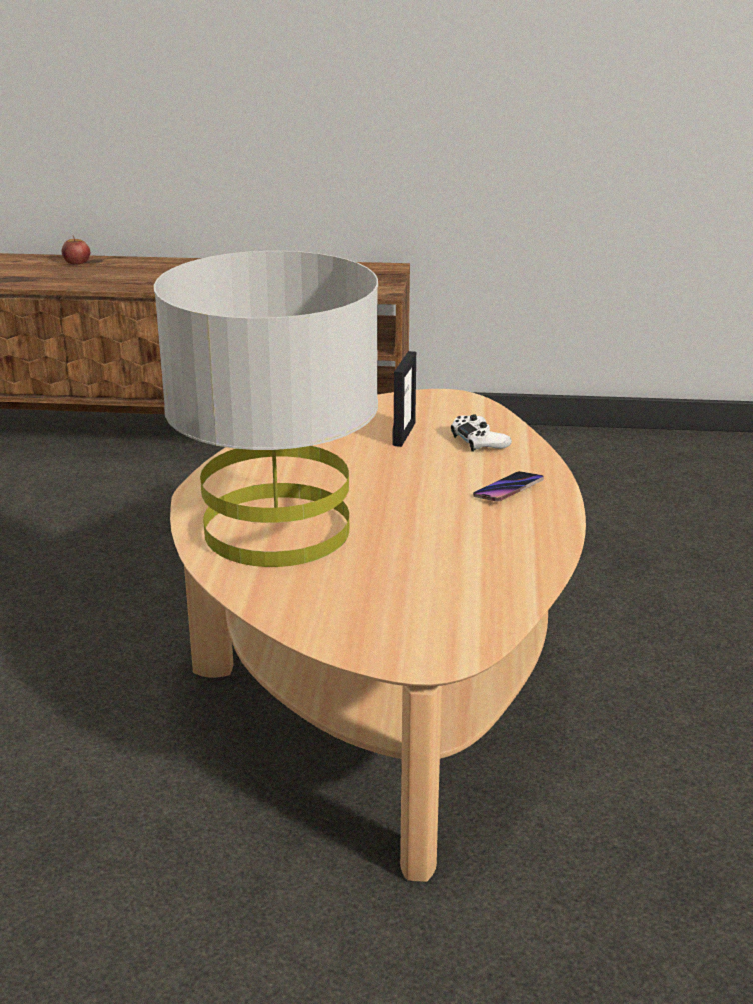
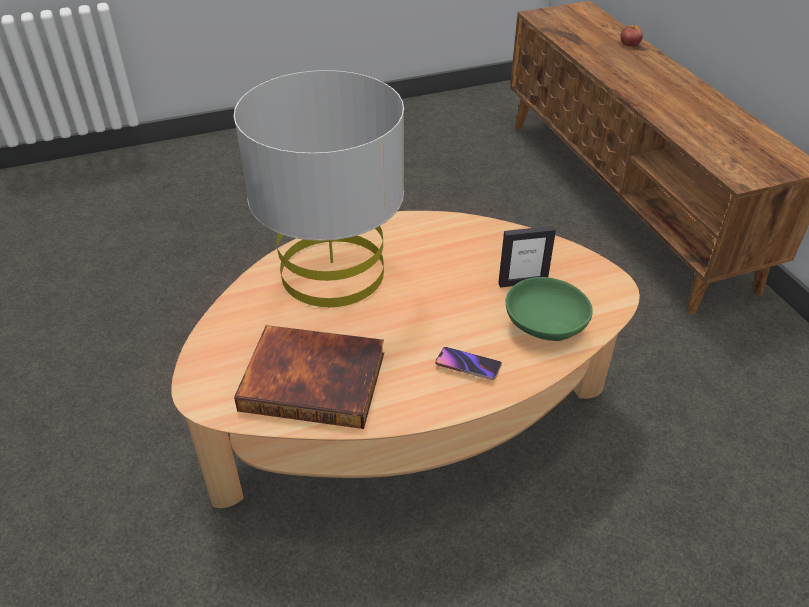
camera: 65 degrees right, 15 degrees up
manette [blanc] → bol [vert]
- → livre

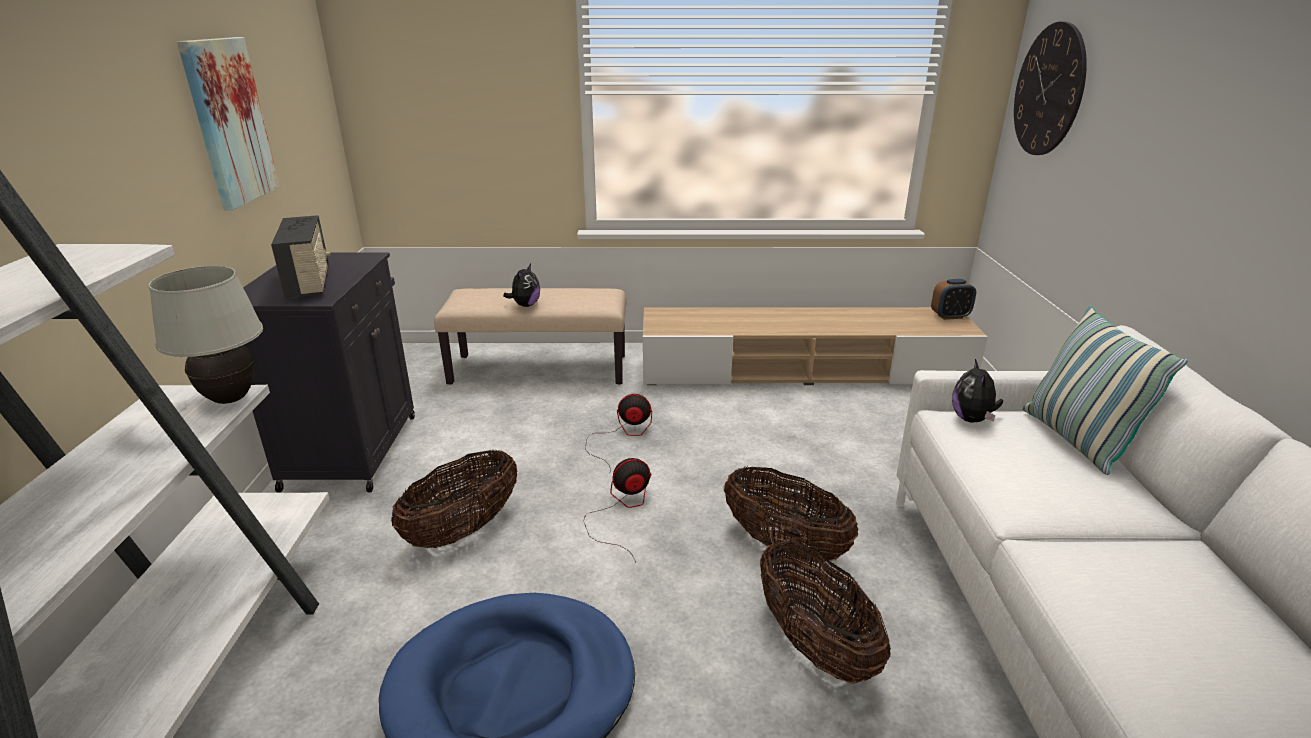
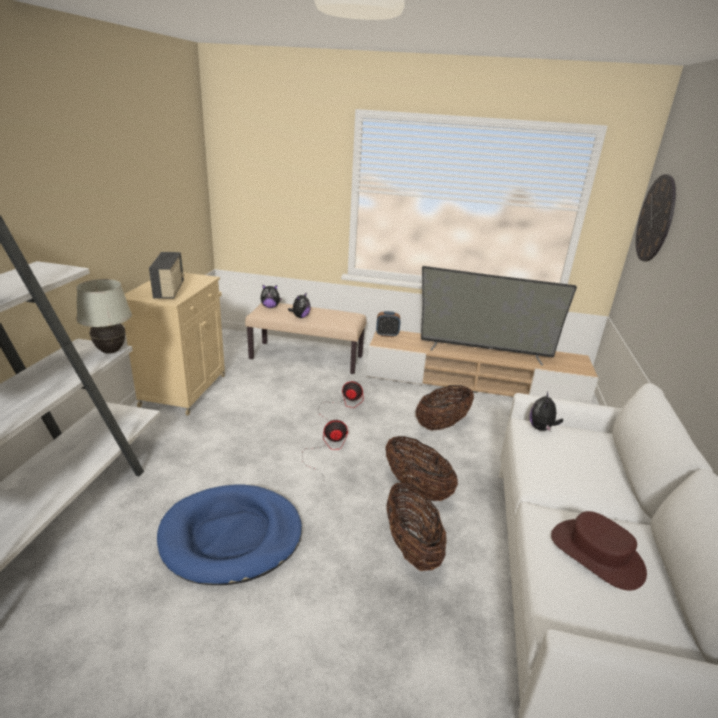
camera: 10 degrees right, 0 degrees up
tableau → -
meuble de rangement [noir] → meuble de rangement [beige]
réveil, move
coussin → -
panier (1st from left in the first image) → panier (3rd from left), move
- → téléviseur
- → peluche (1st from left)
- → chapeau [marron]

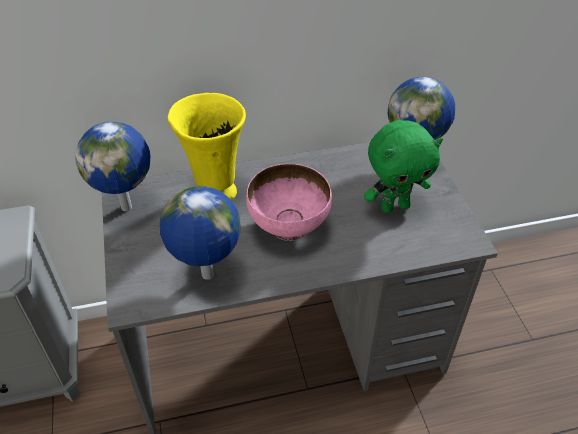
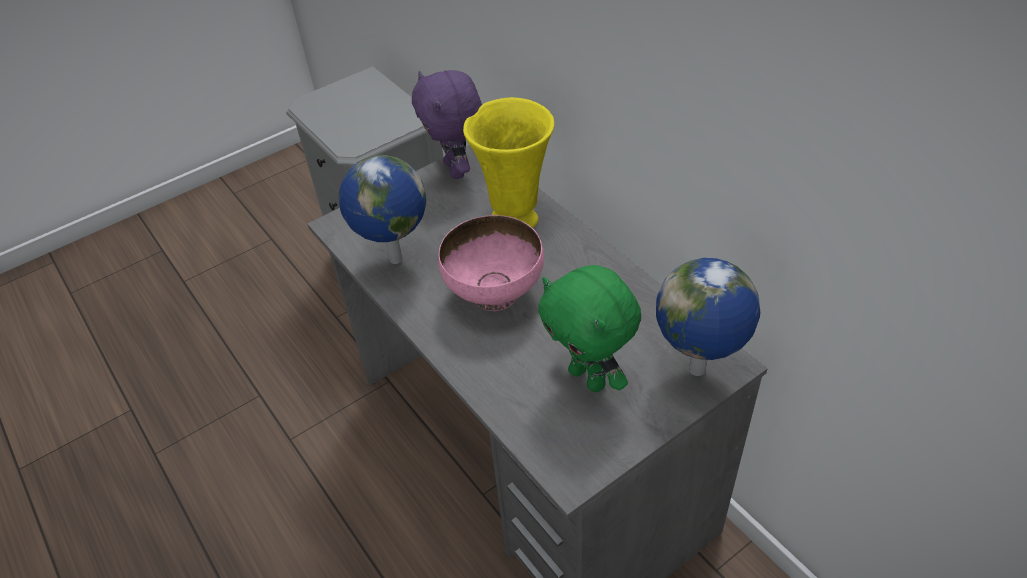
camera: 70 degrees right, 0 degrees up
globe (1st from left) → peluche [violet]

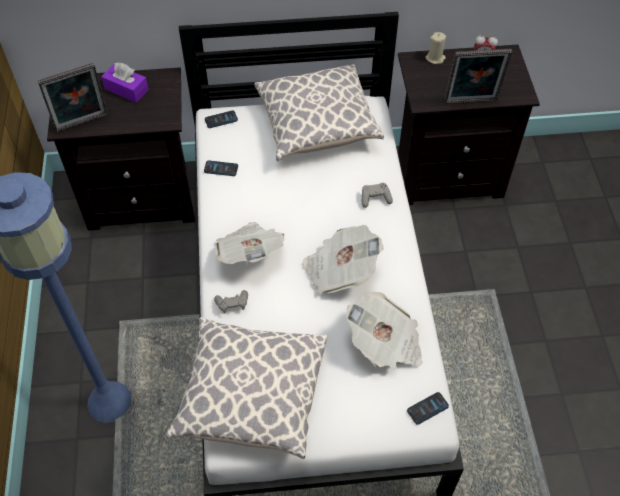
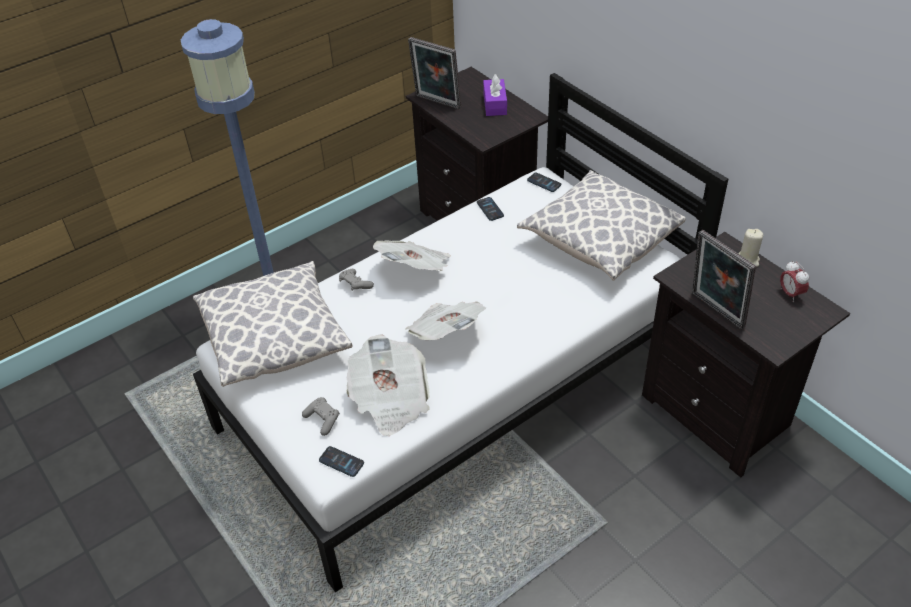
camera: 60 degrees right, 10 degrees down
manette [gris] (2nd from left in the first image) → manette [gris] (1st from left), move

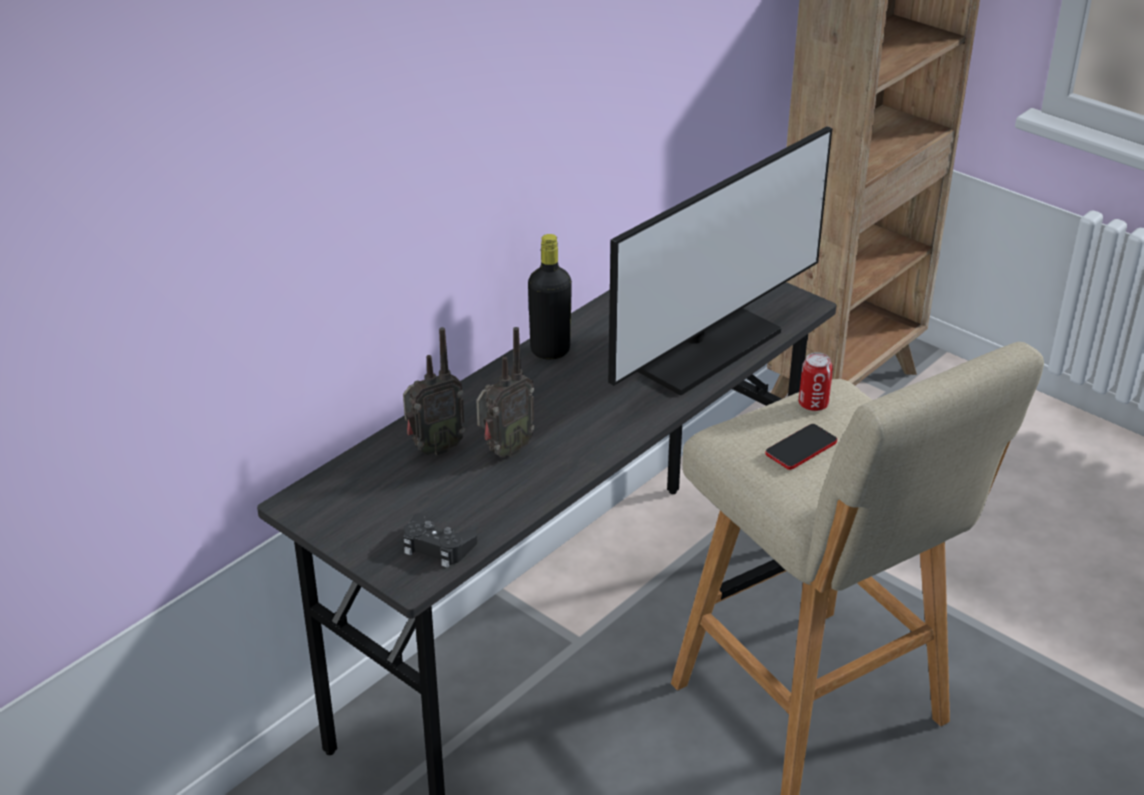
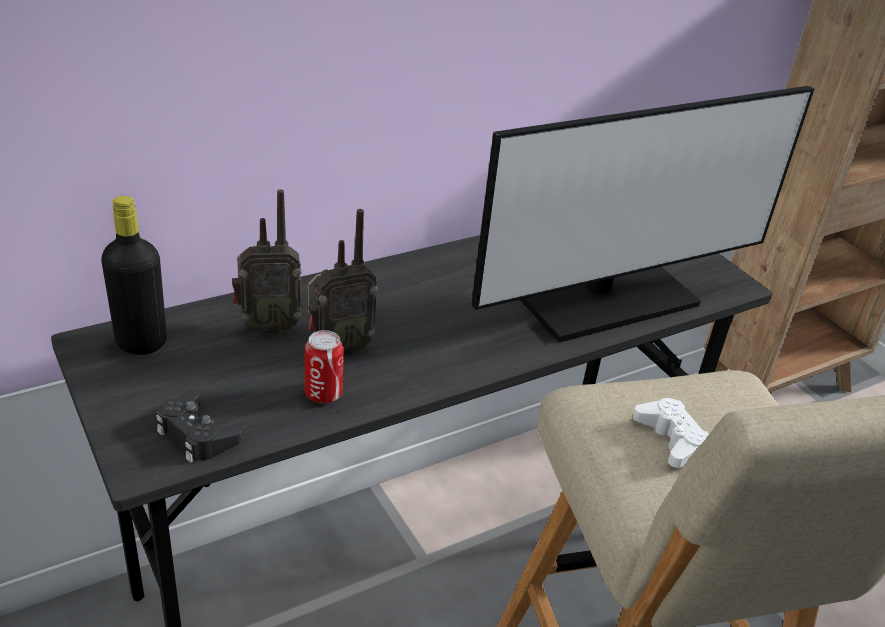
camera: 15 degrees right, 0 degrees up
bouteille [noir], move
boîte métallique, move
téléphone → manette [blanc]

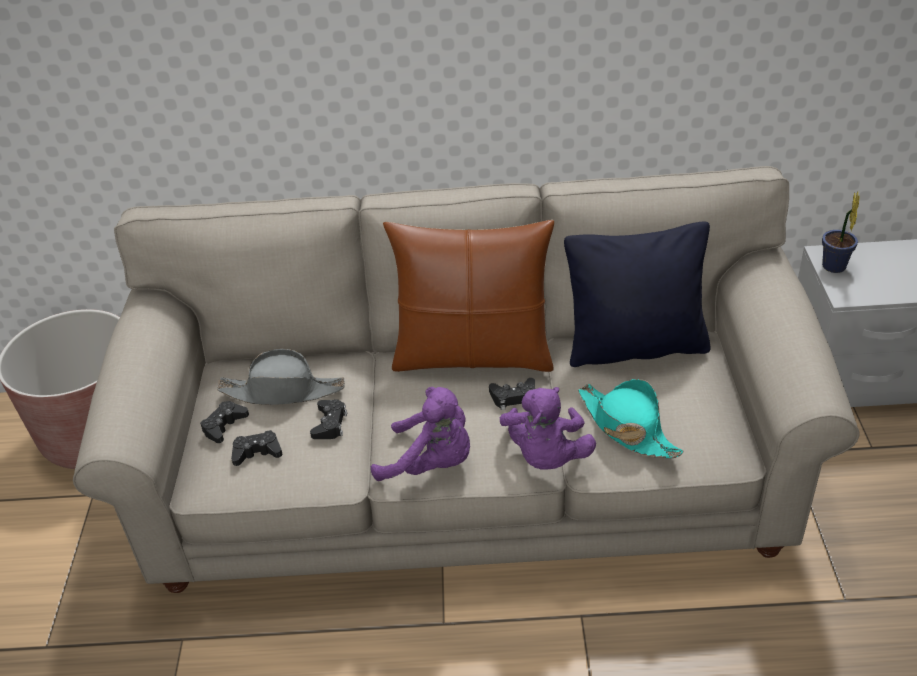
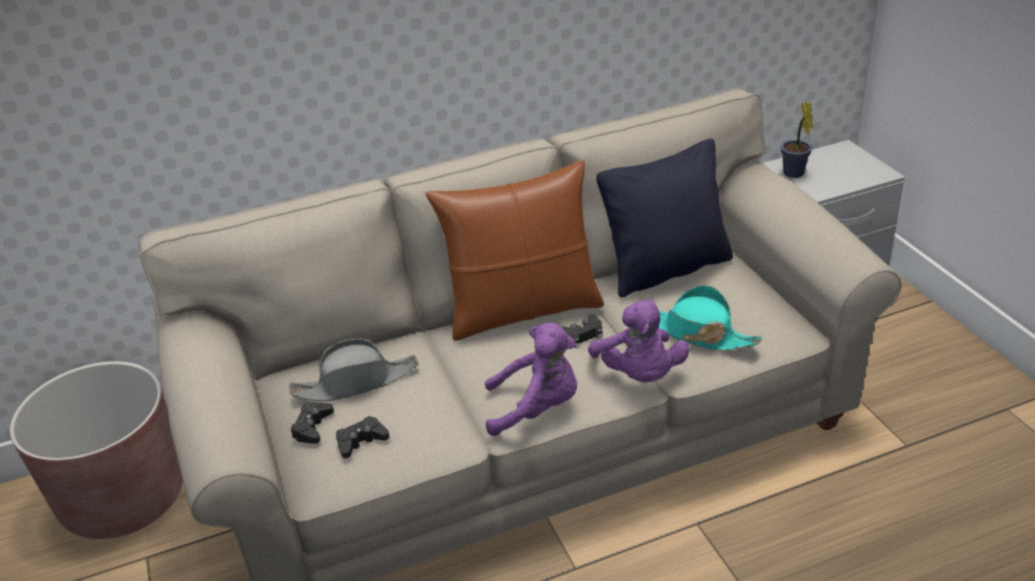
camera: 20 degrees left, 5 degrees down
manette [noir] (3rd from left) → -

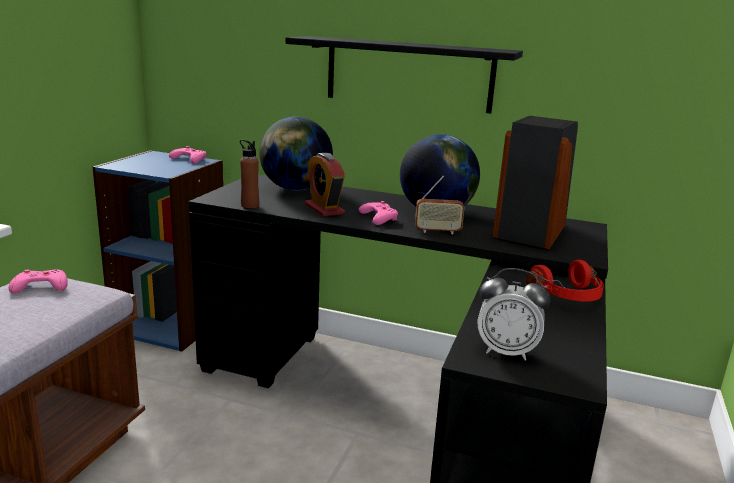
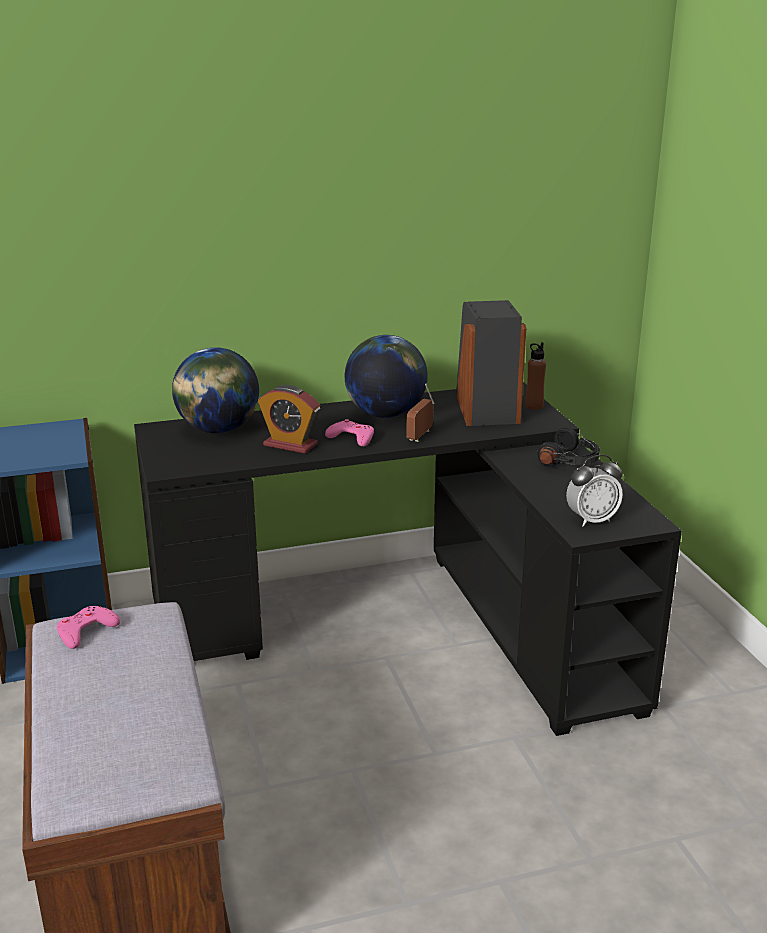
camera: 35 degrees left, 5 degrees up
étagère [noir] → -
bouteille [marron], move
manette [rose] (2nd from left) → -
radio, 150 degrees clockwise
casque audio [rouge] → casque audio [noir]

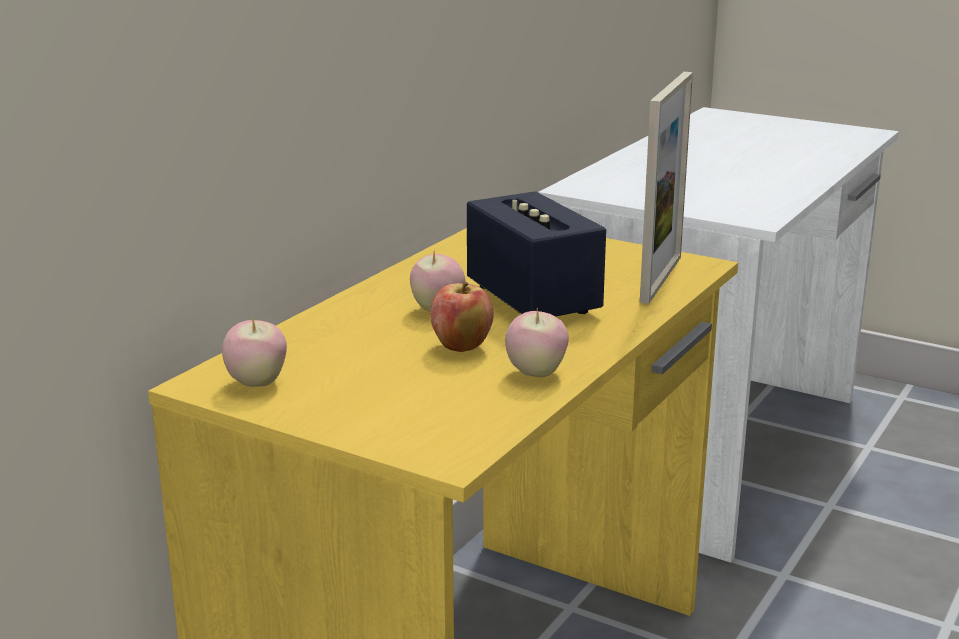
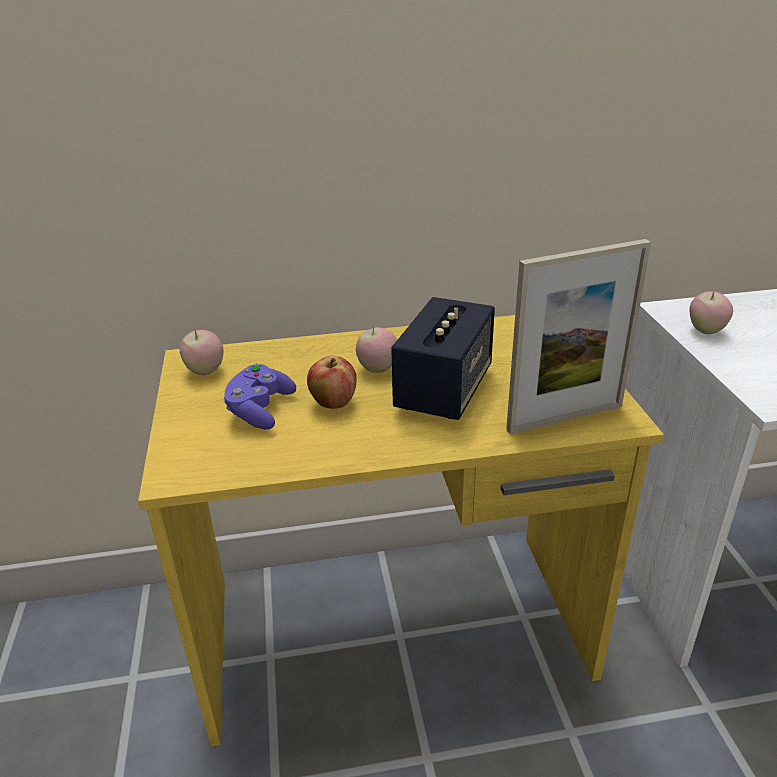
camera: 50 degrees right, 10 degrees up
pomme (4th from left), move
- → manette [violet]

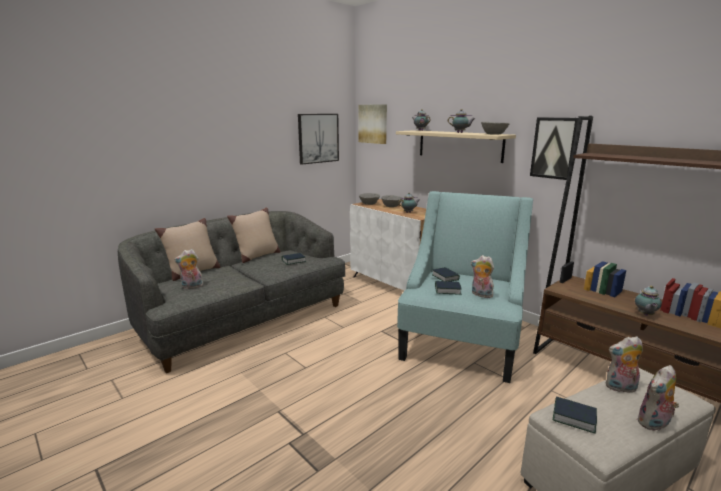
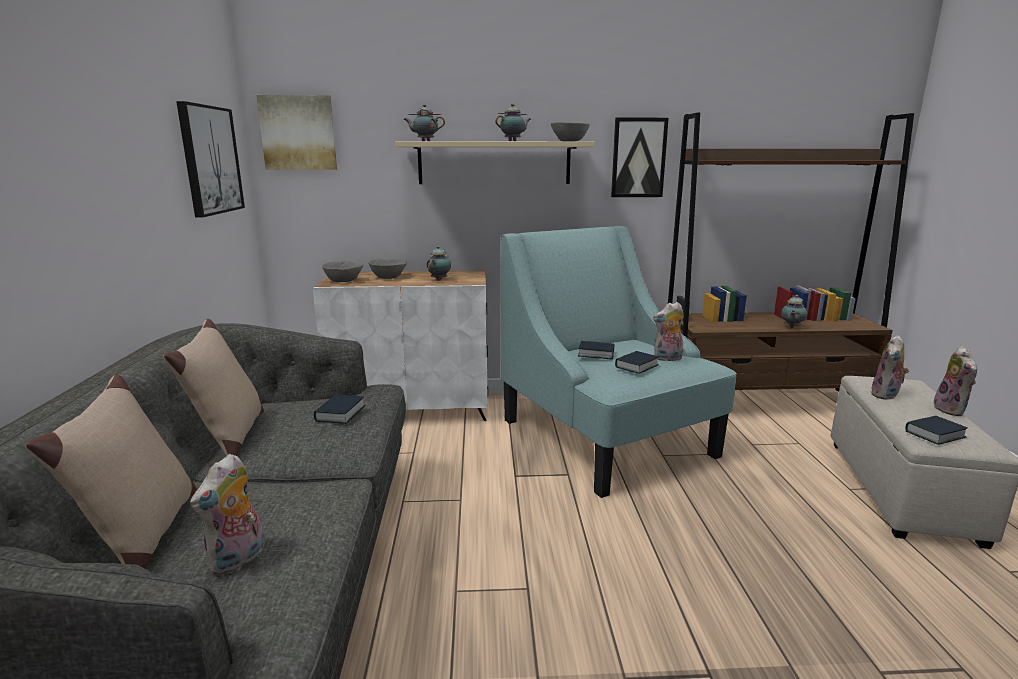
camera: 50 degrees left, 0 degrees up
théière (4th from left), 60 degrees clockwise

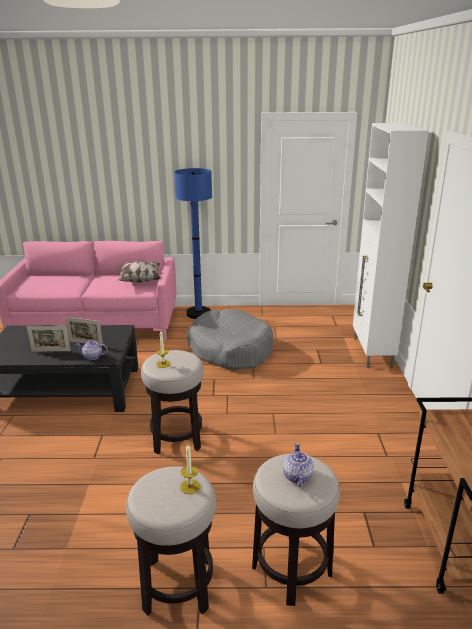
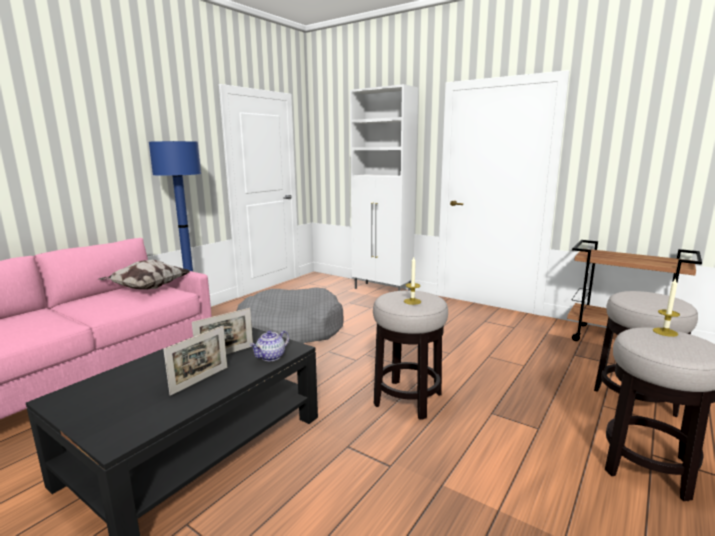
camera: 55 degrees left, 10 degrees down
théière (2nd from left) → -

